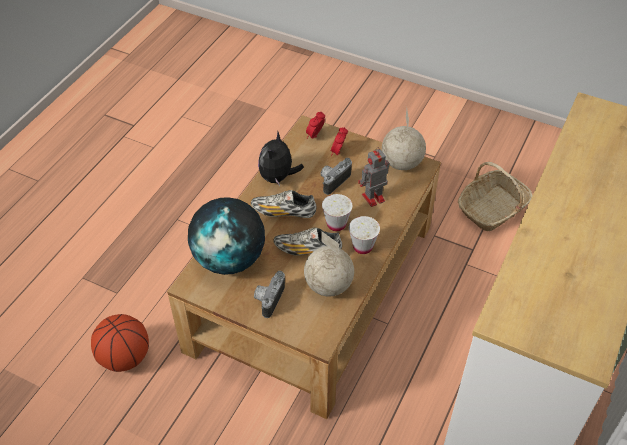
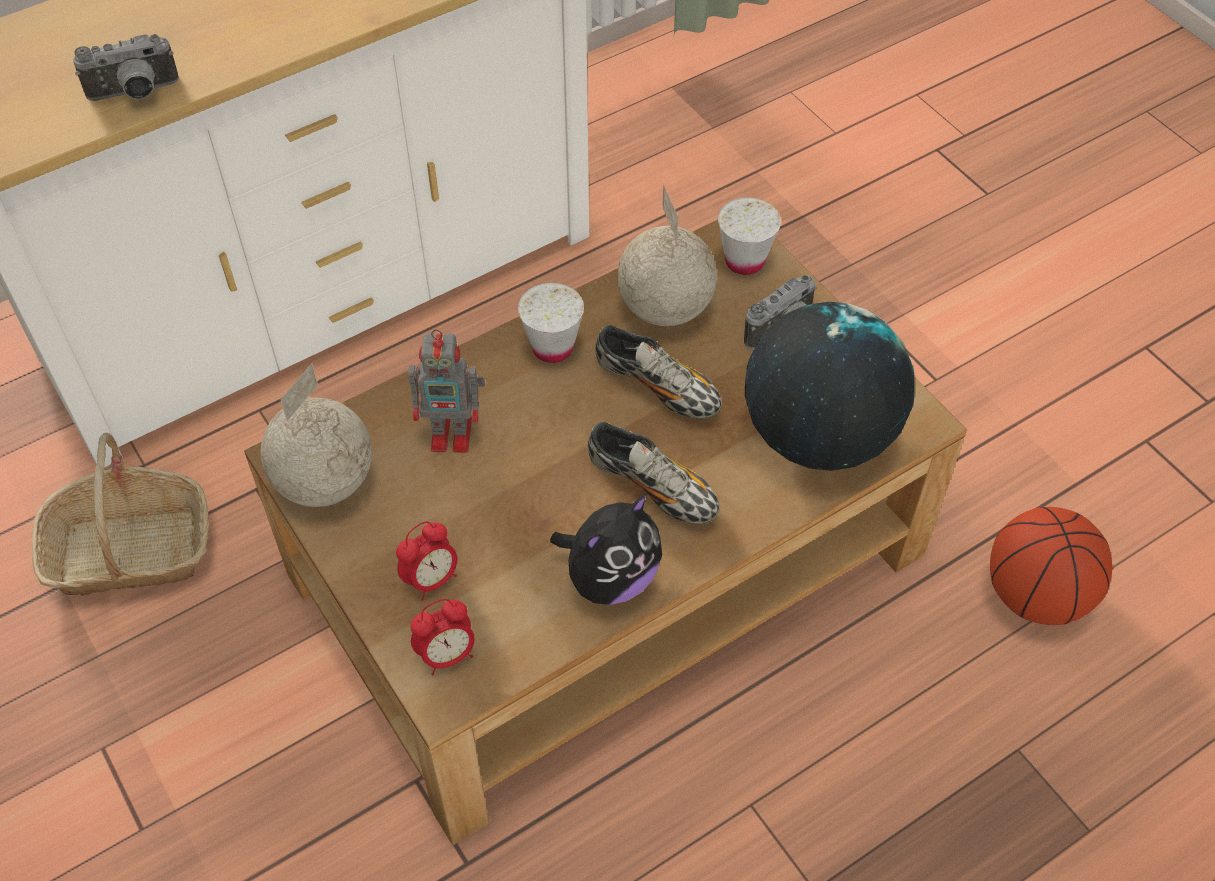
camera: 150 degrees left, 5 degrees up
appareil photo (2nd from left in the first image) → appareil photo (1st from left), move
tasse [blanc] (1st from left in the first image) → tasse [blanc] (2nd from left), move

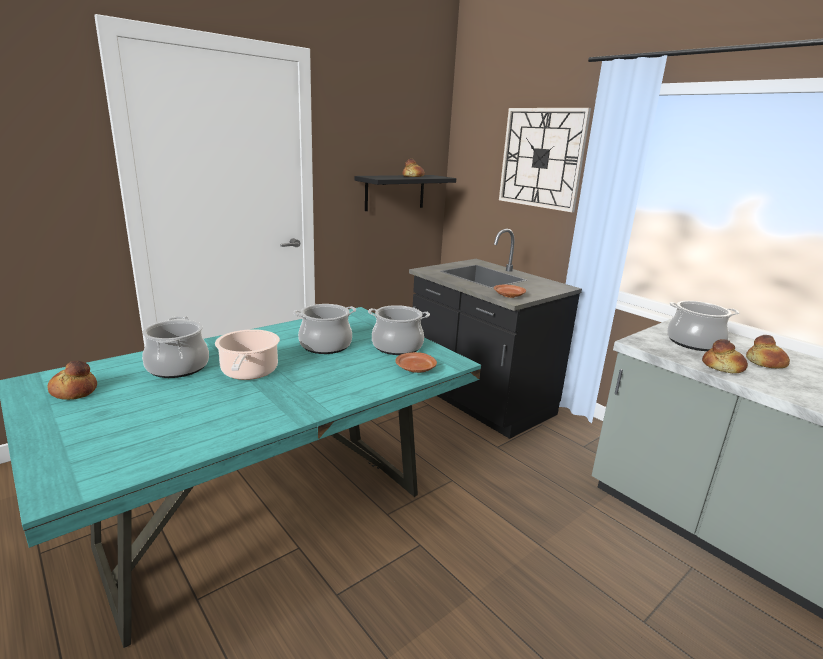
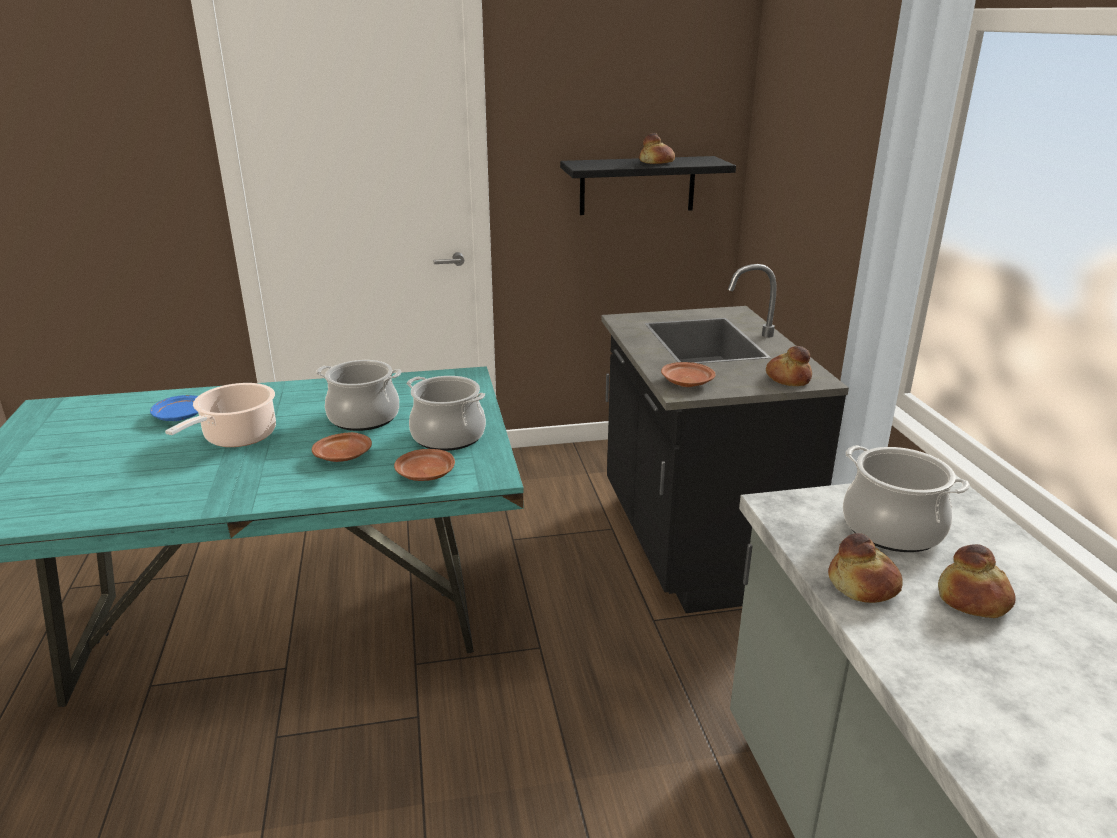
camera: 30 degrees right, 5 degrees up
horloge murale → -
marmite (1st from left) → assiette [bleu]
pain (1st from left in the first image) → pain (2nd from left), move
- → assiette [marron] (1st from left)

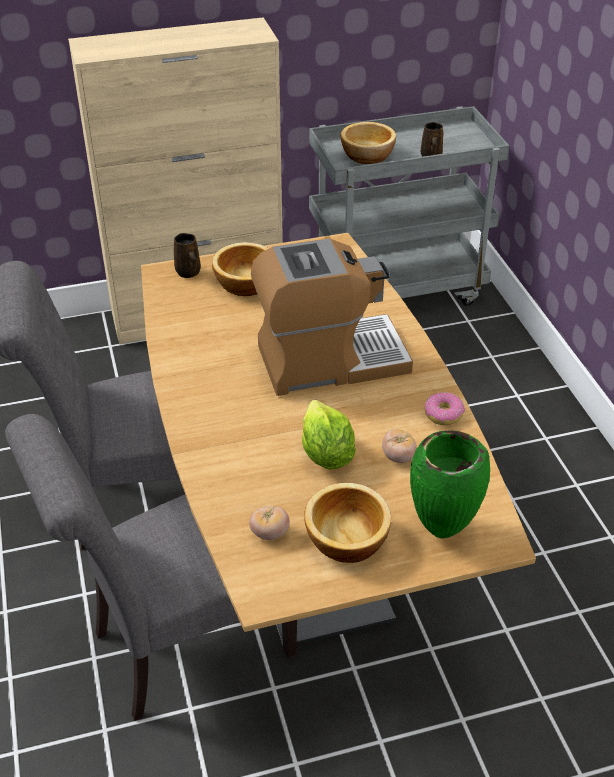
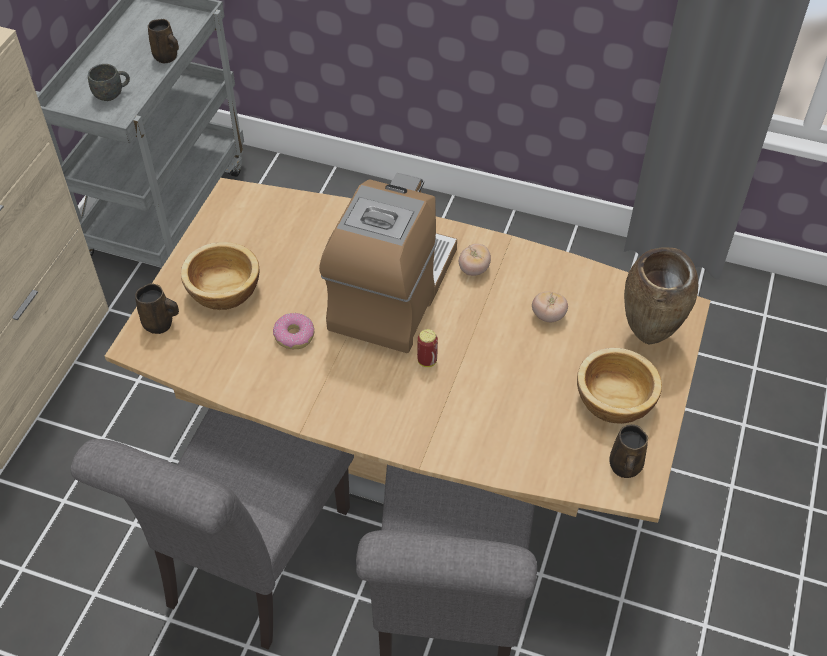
camera: 55 degrees left, 10 degrees up
bol (3rd from left) → mug [gris]
beignet, move
laitue → -
vase [vert] → vase [marron]
tomate (1st from left), move
- → boîte métallique
- → mug [marron] (3rd from left)

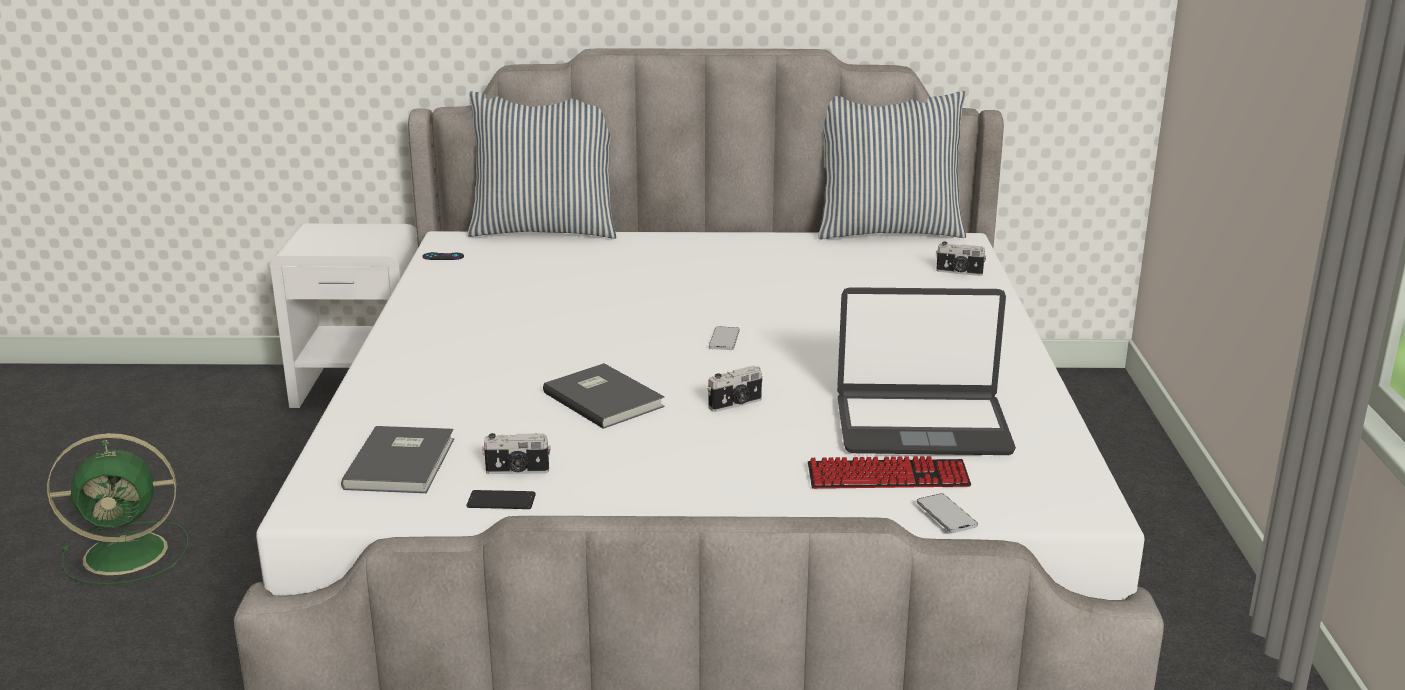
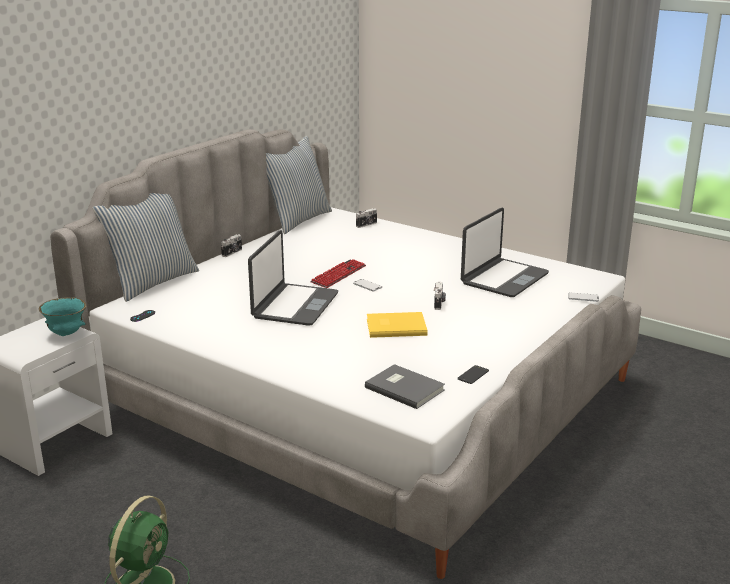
camera: 55 degrees left, 0 degrees up
livre [gris] (2nd from left) → livre [jaune]
appareil photo (1st from left), move
clavier, move
- → ordinateur portable (1st from left)
- → bol [turquoise]

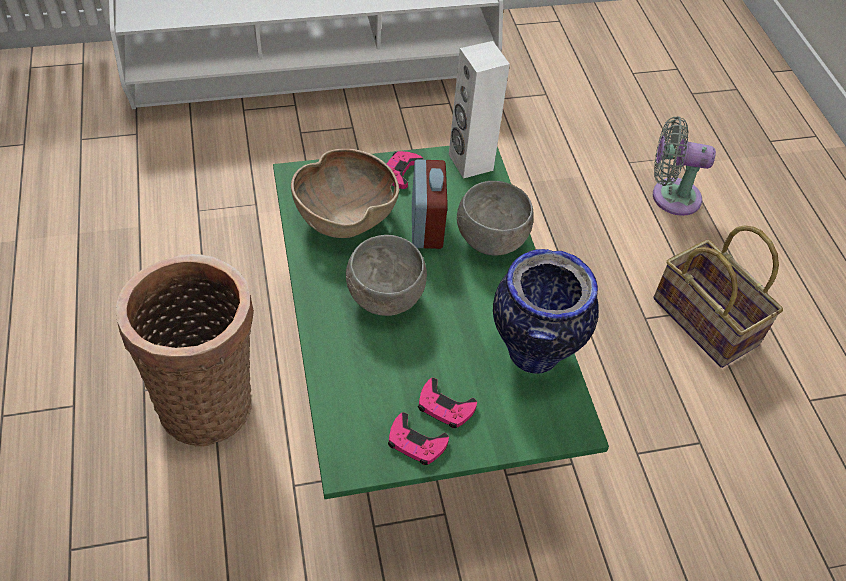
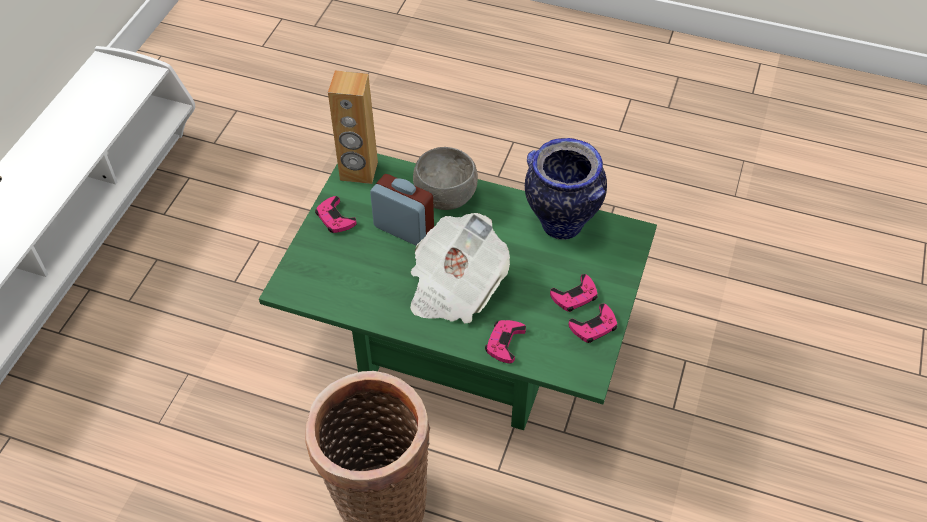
camera: 55 degrees left, 0 degrees up
enceinte [blanc] → enceinte [marron]
ventilateur [gris] → -
bol [marron] → -
panier (2nd from left) → -
bol [gris] (1st from left) → journal
- → manette [rose] (2nd from left)

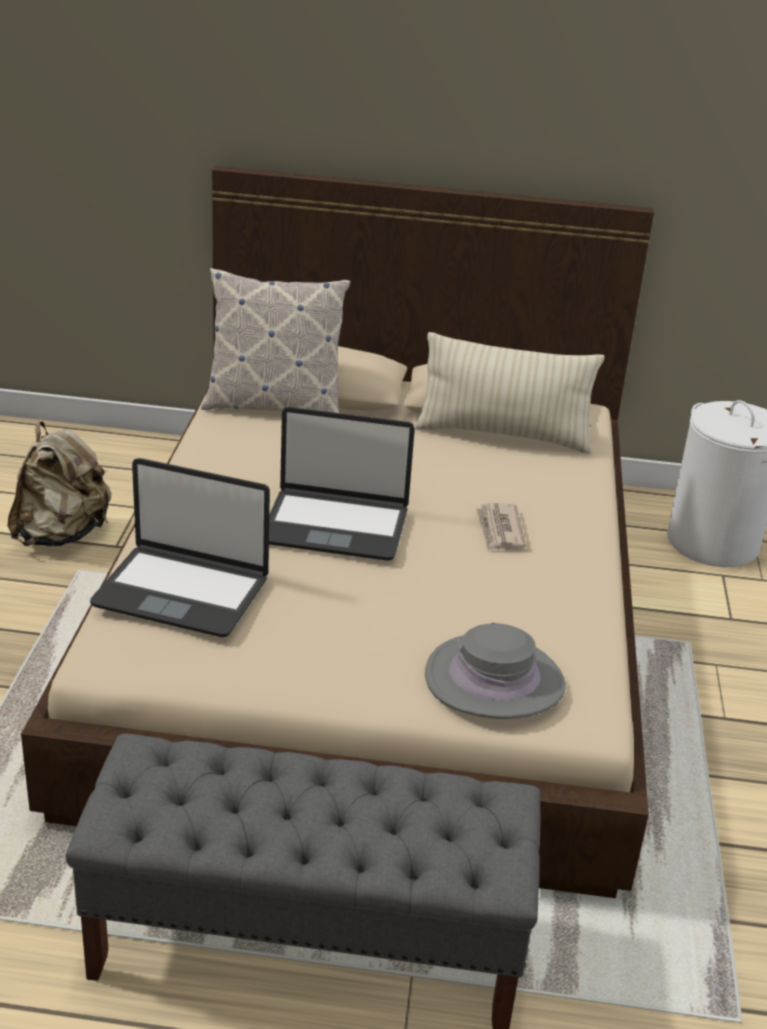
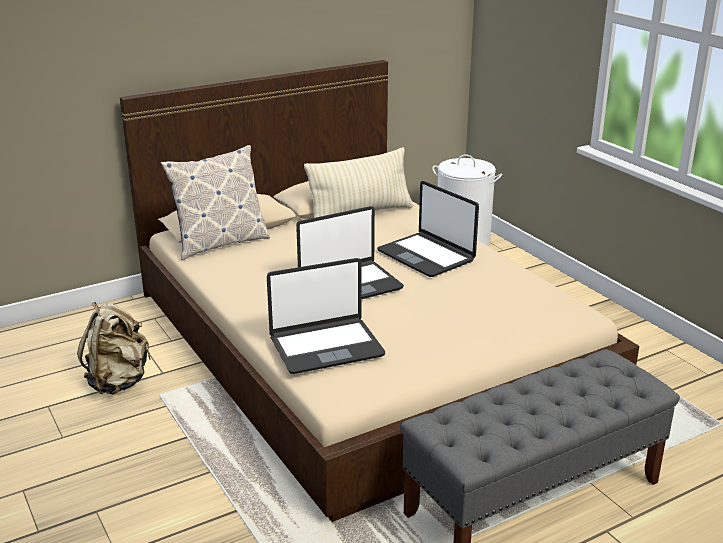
camera: 35 degrees left, 5 degrees down
journal → ordinateur portable (3rd from left)
chapeau [gris] → -

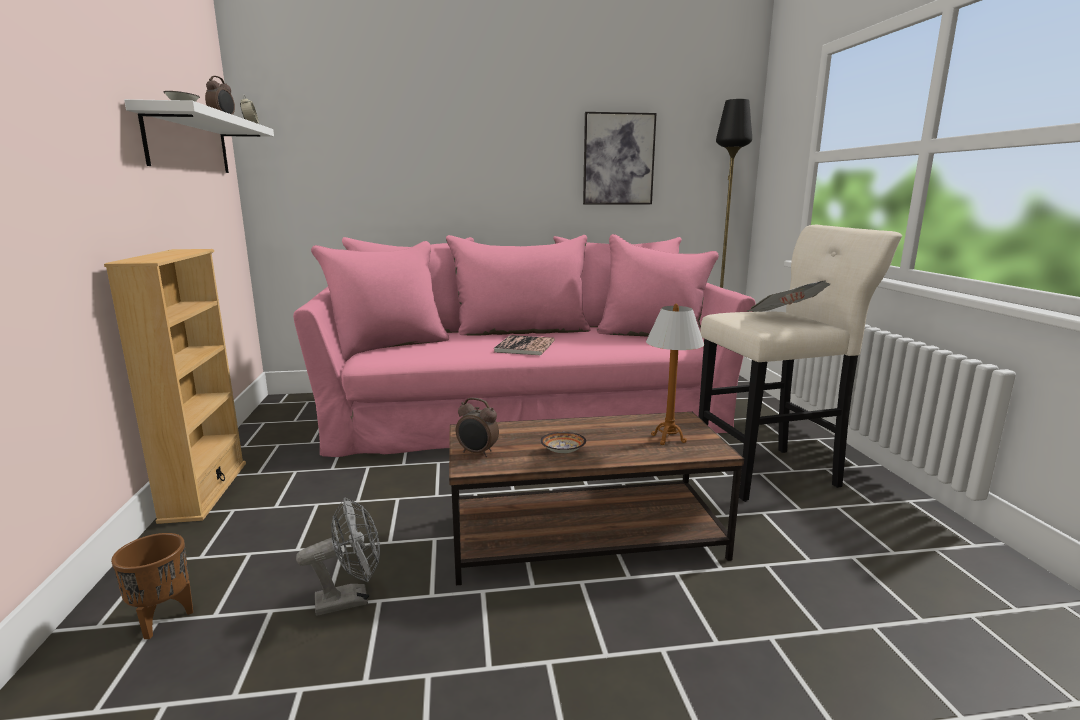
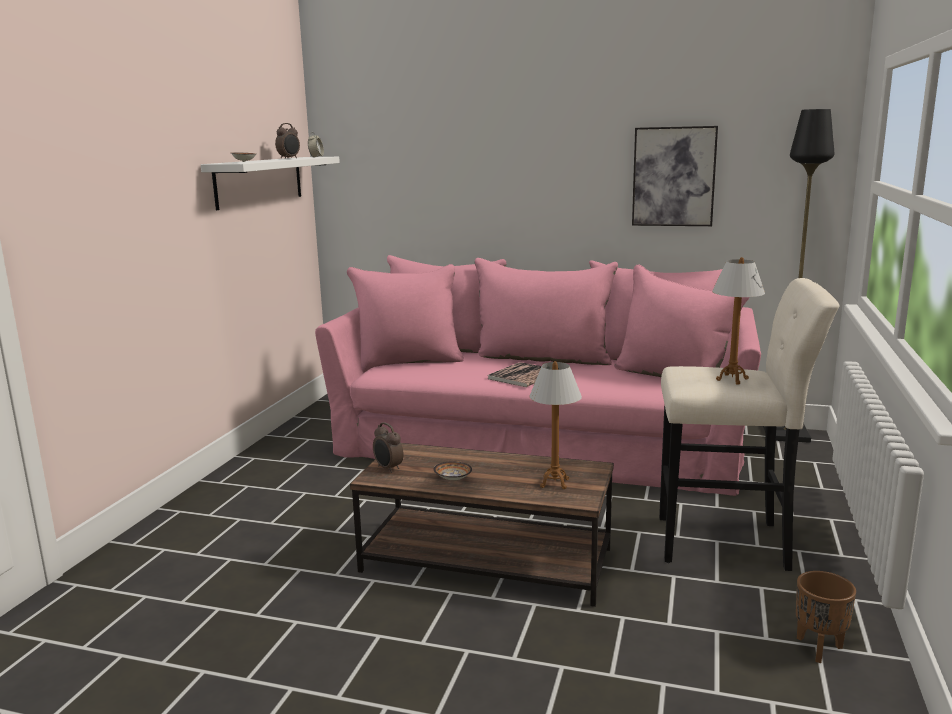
camera: 25 degrees right, 0 degrees up
bibliothèque [beige] → -
journal → lampe de table (2nd from left)
ventilateur [gris] → -
cache-pot [marron], move

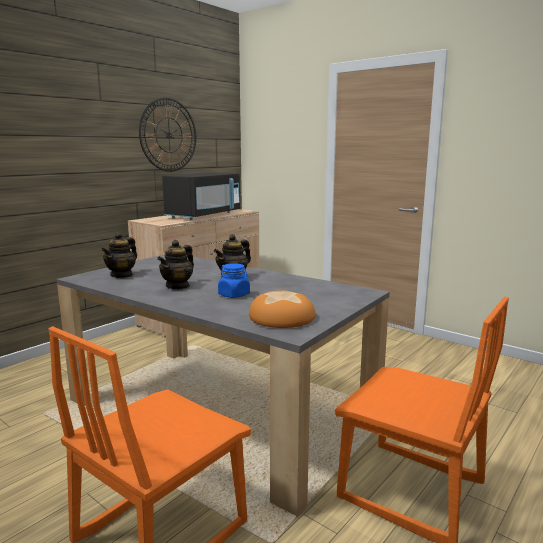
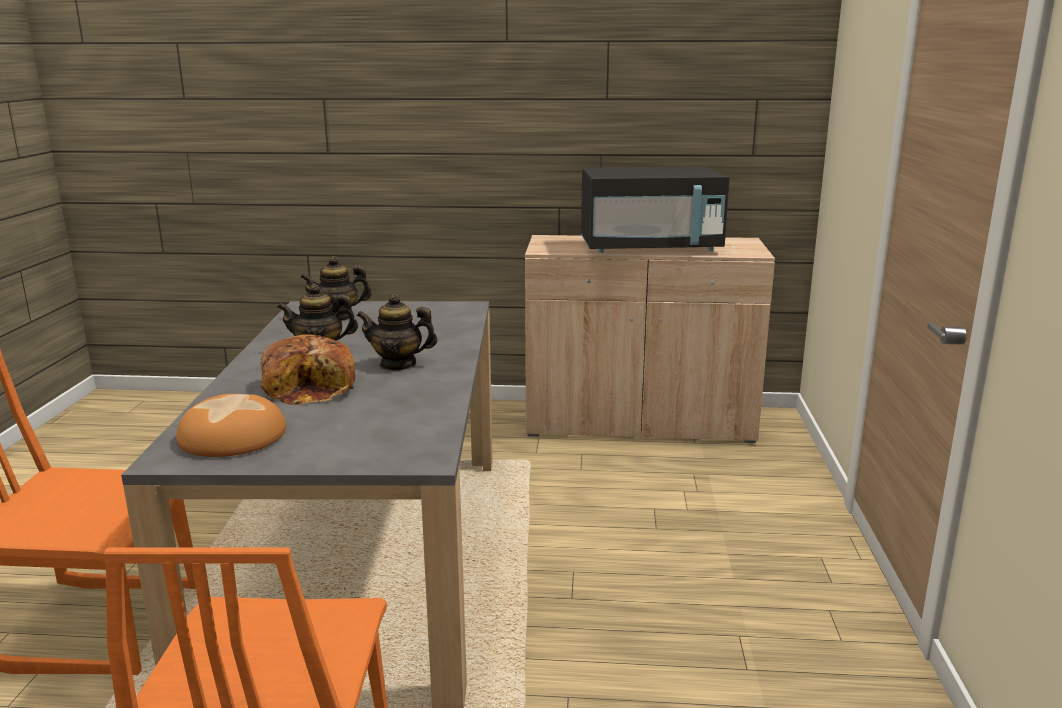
camera: 55 degrees right, 5 degrees up
horloge murale → -
bocal [bleu] → pain (2nd from left)

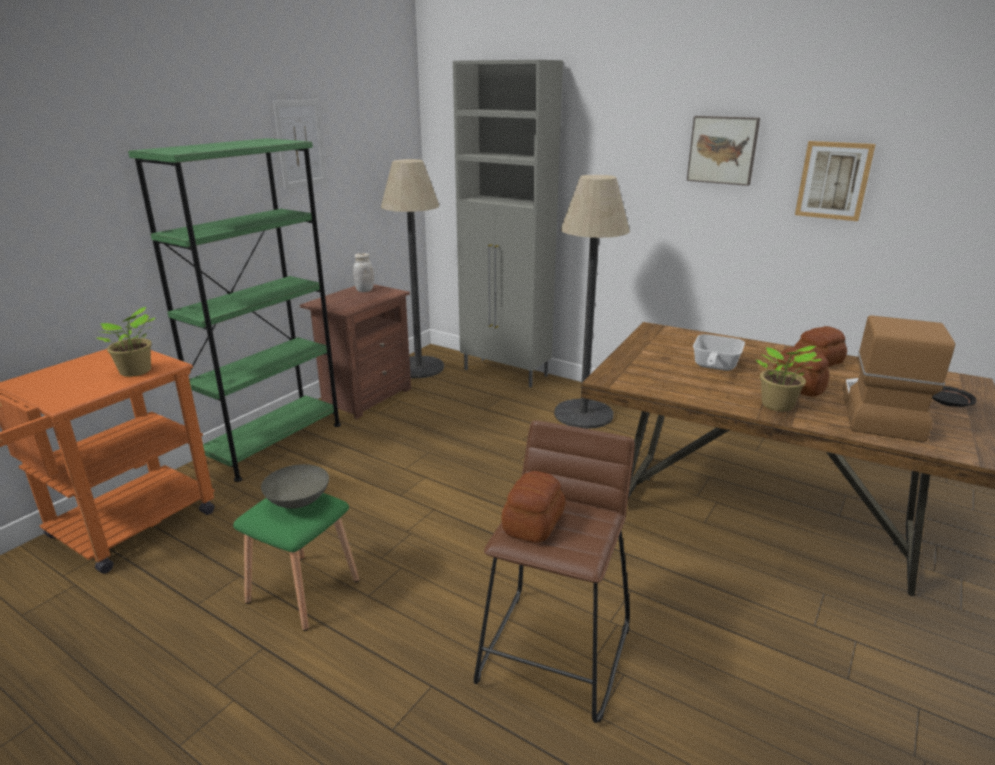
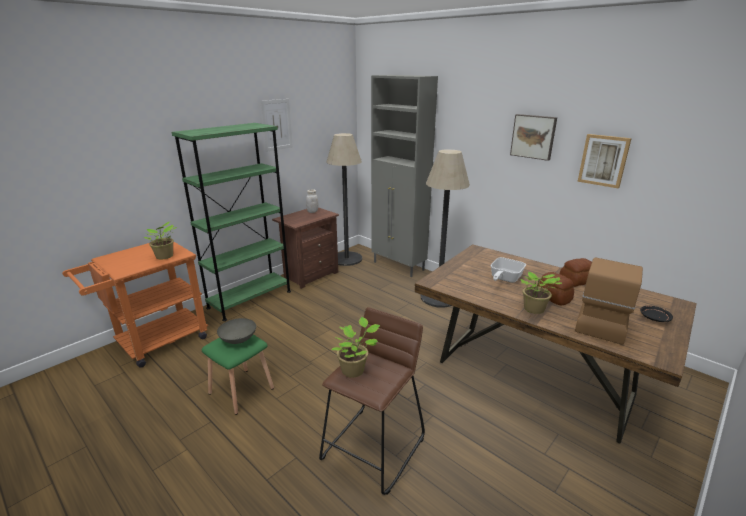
camera: 10 degrees right, 0 degrees up
pain (1st from left) → plante en pot (2nd from left)

